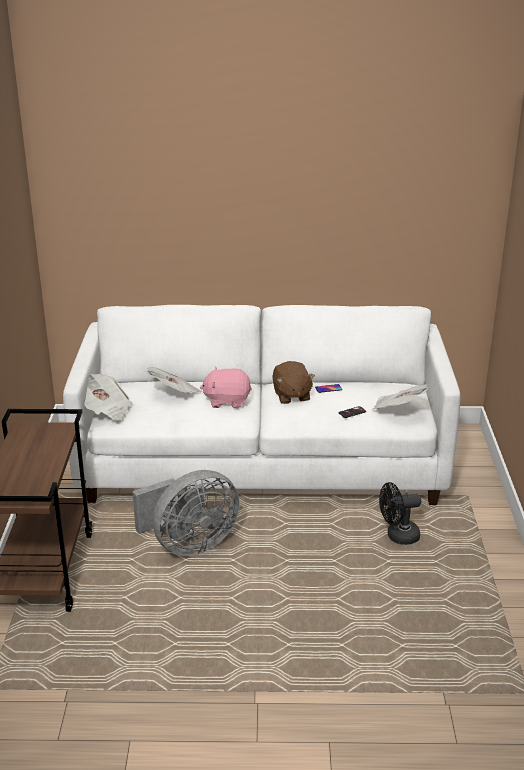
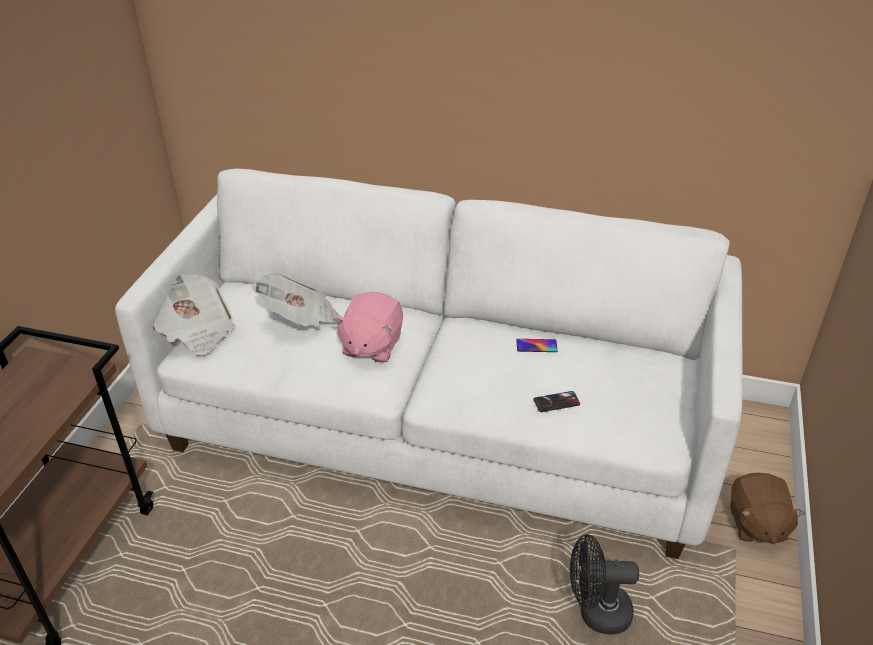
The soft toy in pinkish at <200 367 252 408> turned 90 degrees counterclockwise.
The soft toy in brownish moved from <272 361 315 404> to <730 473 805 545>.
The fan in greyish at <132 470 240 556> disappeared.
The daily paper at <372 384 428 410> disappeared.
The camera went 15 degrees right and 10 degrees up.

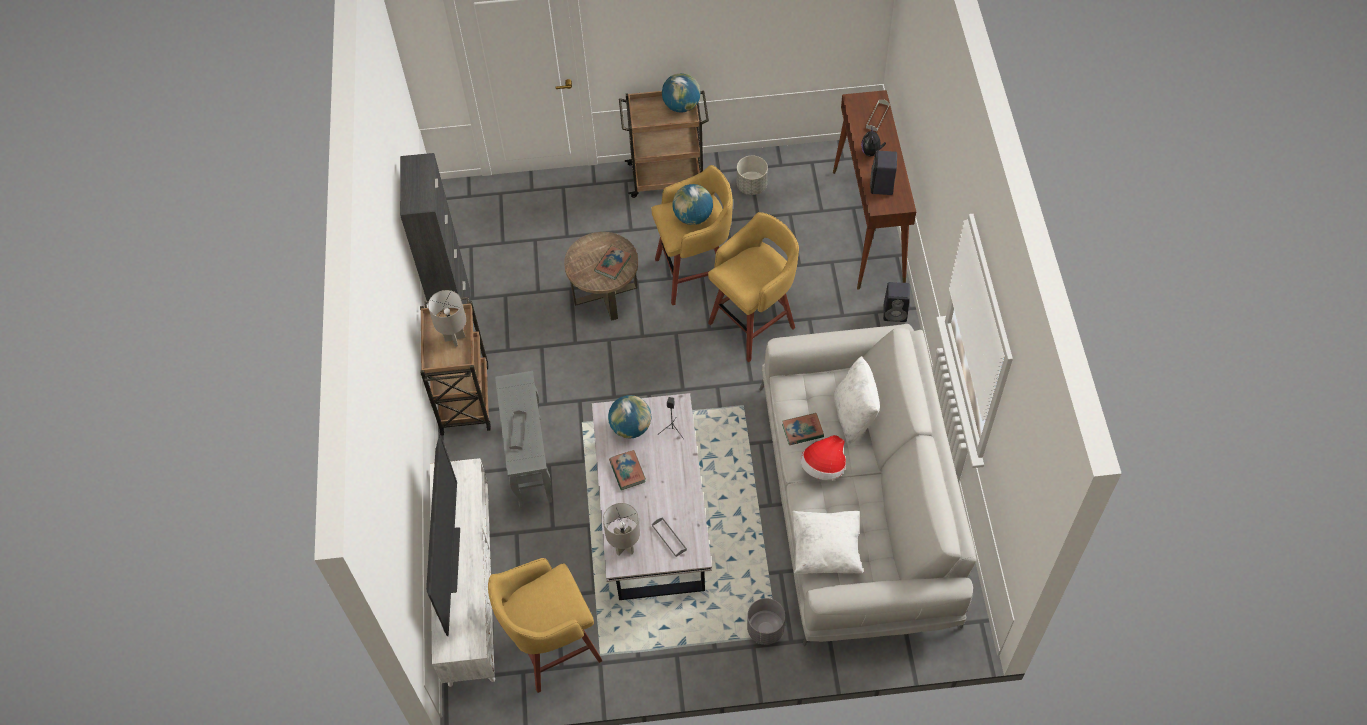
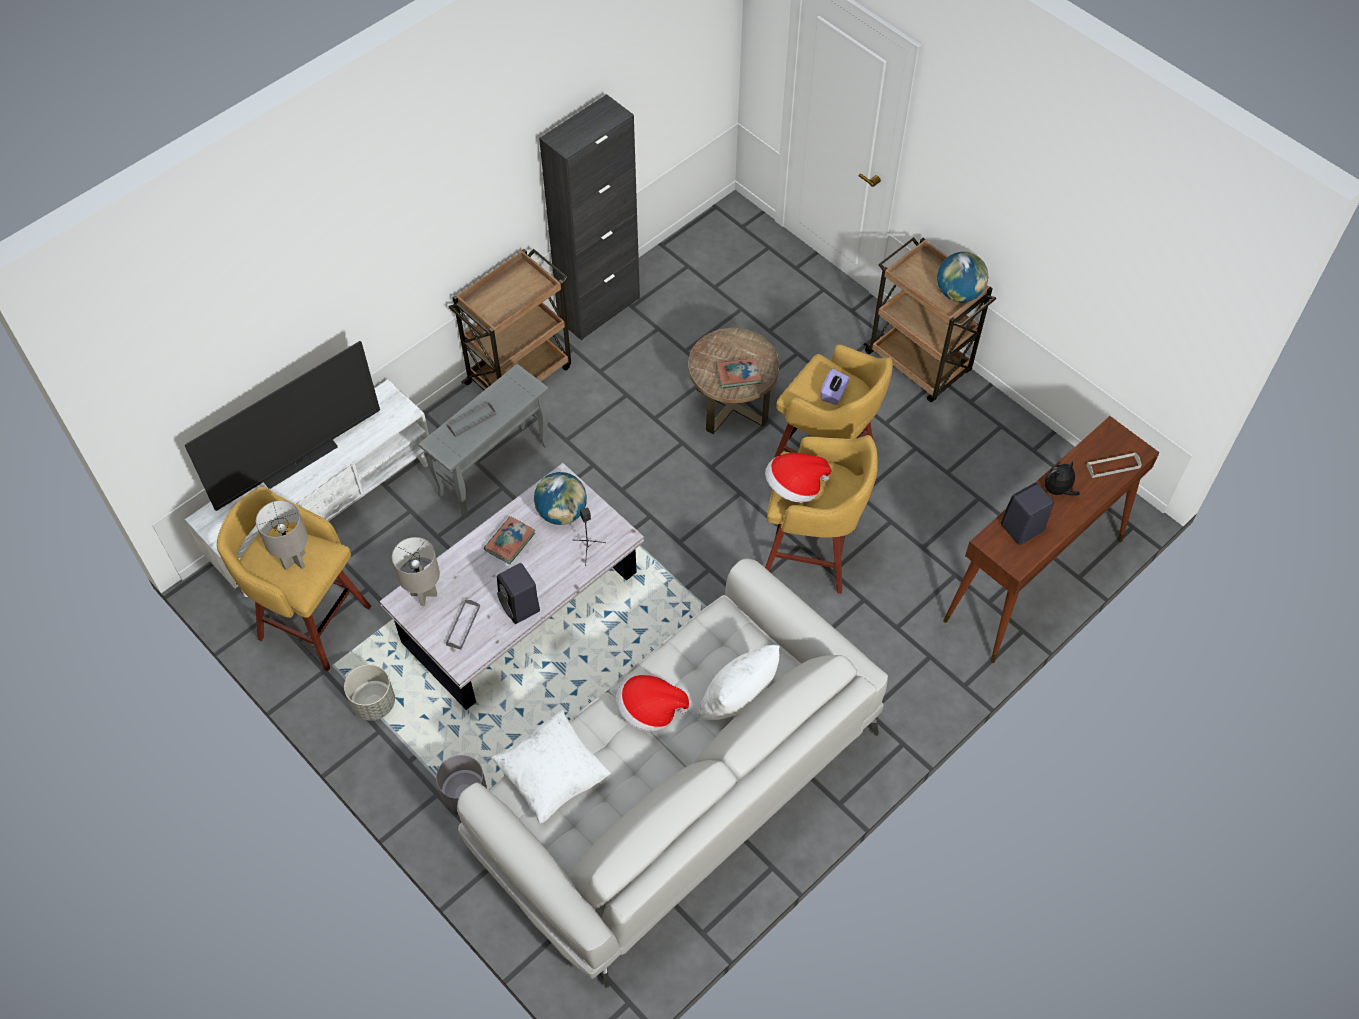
The lamp for a table in greyish moved from <428 290 466 347> to <256 500 308 571>.
The flower pot in greyish moved from <737 156 768 195> to <344 664 395 721>.
The speaker in black-coloured moved from <883 282 910 322> to <497 563 540 624>.
The clothing hat at <765 453 831 503> appeared.
The desk globe at <672 184 713 225> was replaced by the box of tissues in purple-coloured at <820 368 849 405>.
The bound book at <782 413 824 445> disappeared.
The camera went 50 degrees right and 0 degrees up.

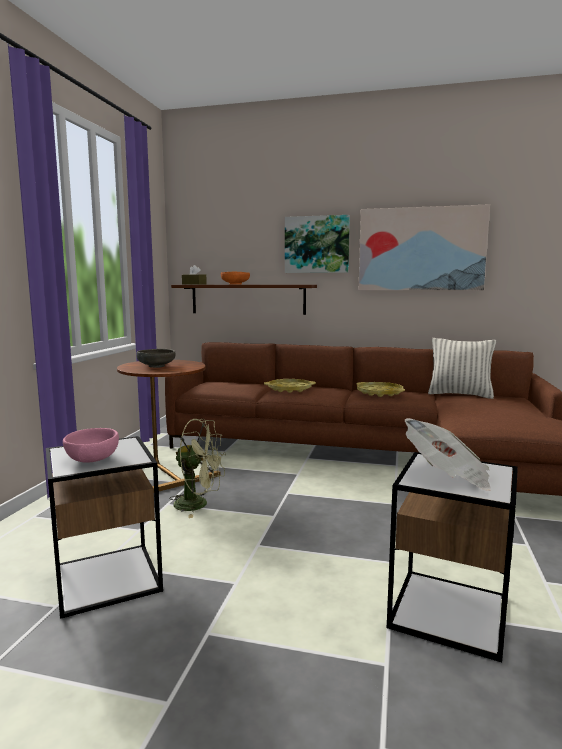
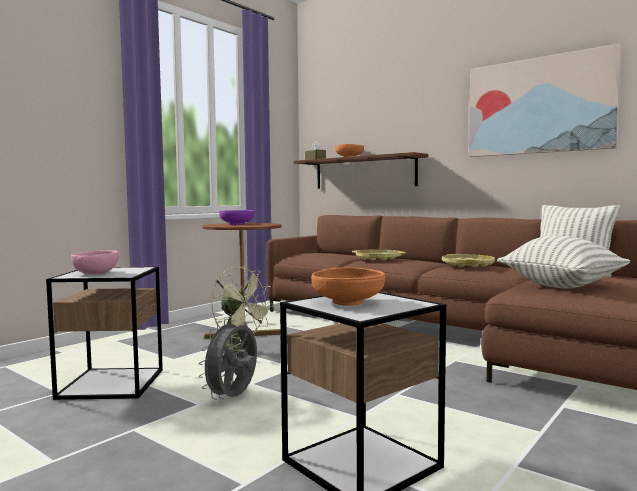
The fan in greyish at <198 318 257 400> appeared.
The bowl in greyish at <136 349 175 368> became the bowl in purple-coloured at <219 210 254 225>.
The daily paper at <405 418 491 491> was replaced by the bowl in orange at <311 267 385 306>.
The throw pillow at <497 236 630 288> appeared.
The wall art at <285 215 350 273> disappeared.
The camera went 25 degrees right and 5 degrees down.

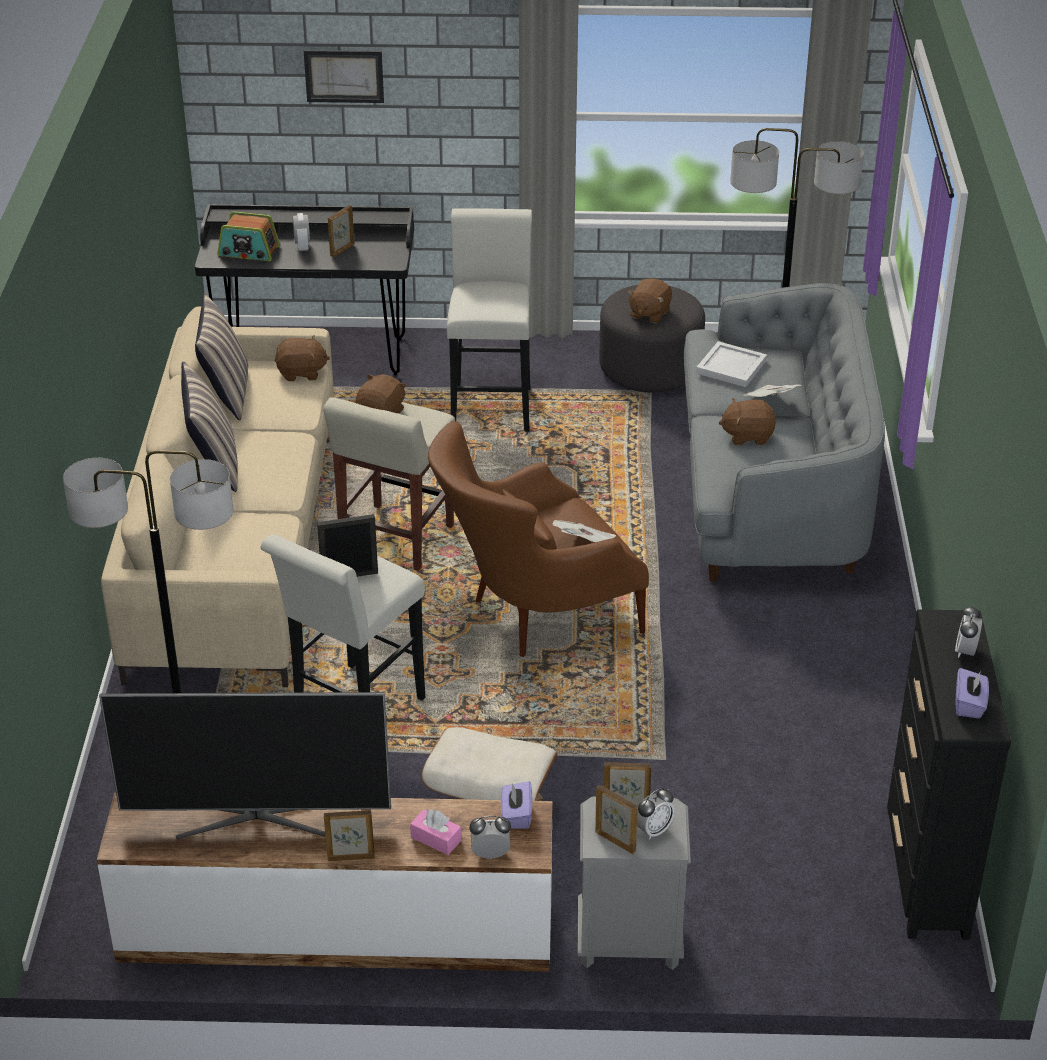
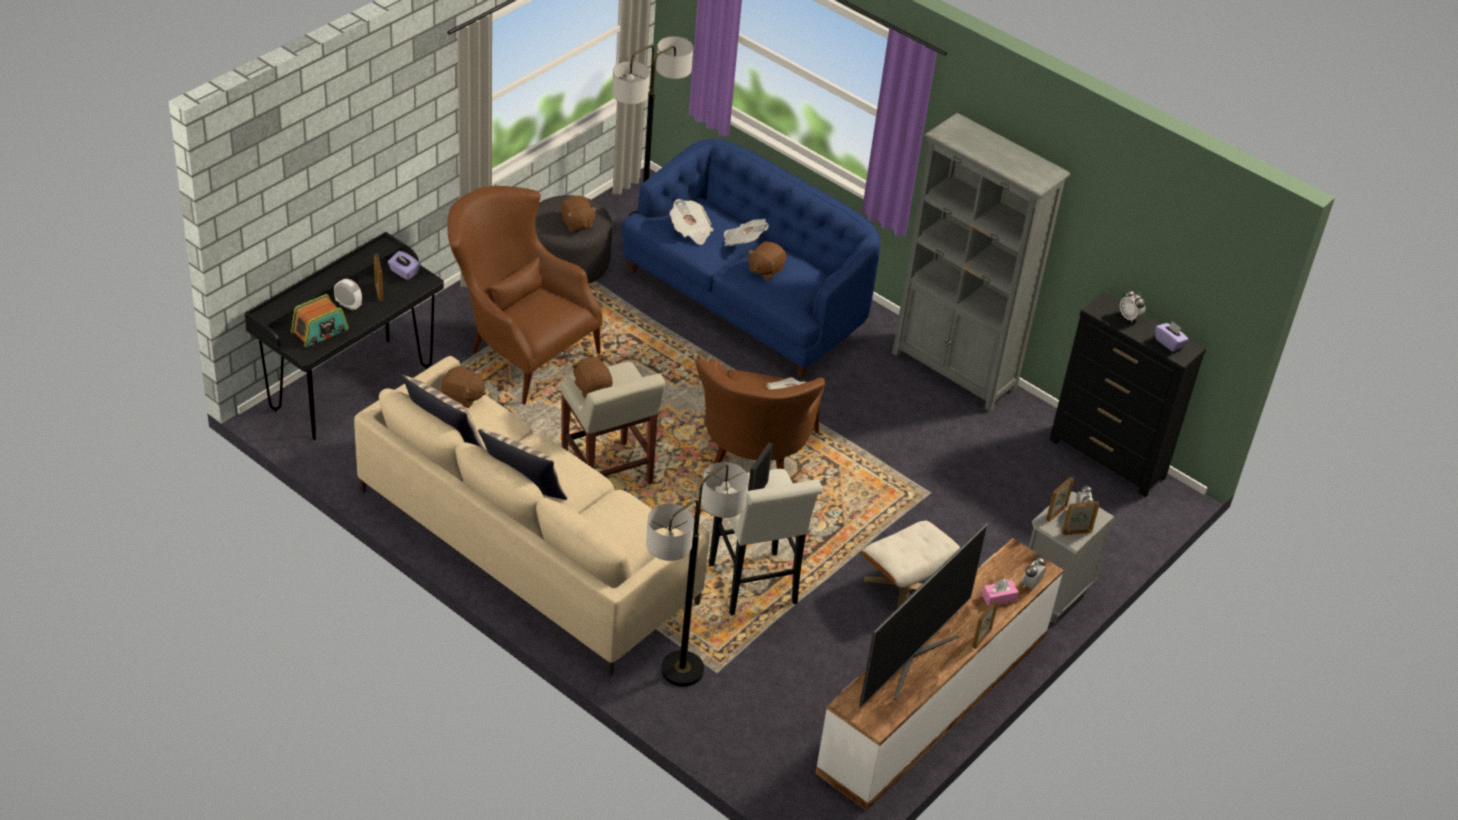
The box of tissues in purple-coloured moved from <501 781 532 829> to <388 251 420 280>.
The soft toy in brownish at <275 335 330 381> turned 75 degrees clockwise.
The sitting stool in white-coloured at <447 208 532 432> was replaced by the lounge chair in brownish at <447 186 602 404>.
The sofa in greyish at <684 283 885 581> became the sofa in bluish at <621 139 880 378>.
The serving tray in white-coloured at <696 341 767 387> was replaced by the daily paper at <670 199 714 245>.
The bookcase in greyish at <892 113 1070 412> appeared.
The wall art at <304 50 384 103> disappeared.
The camera went 55 degrees left and 5 degrees up.

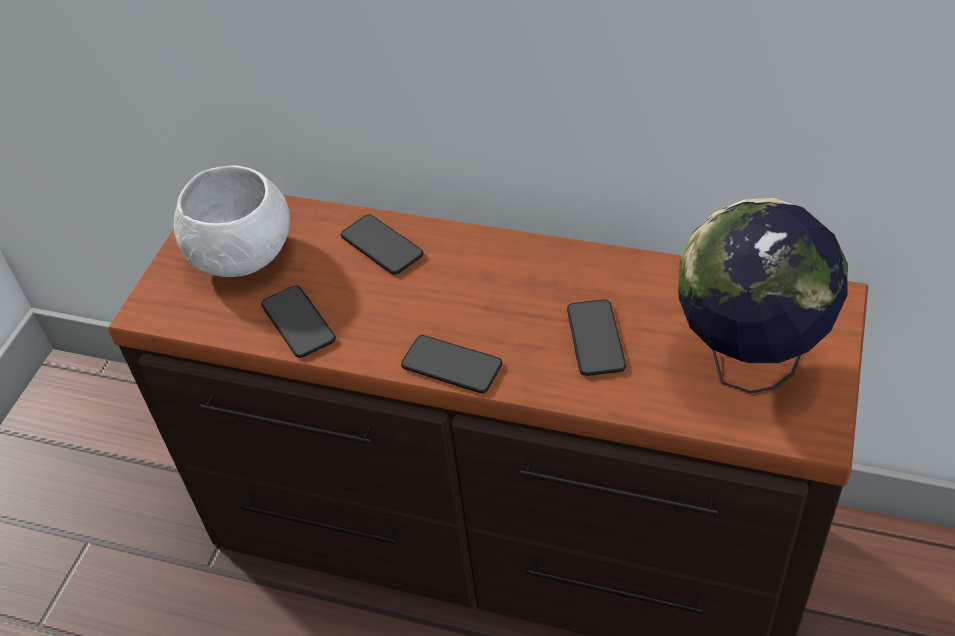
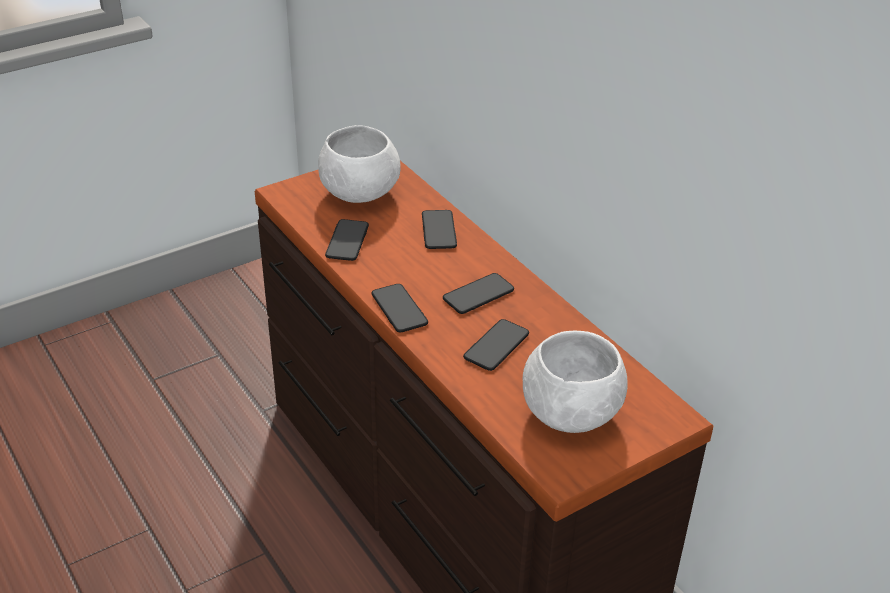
The handset at <443 273 514 314> appeared.
The desk globe at <678 198 848 394> was replaced by the bowl in white-coloured at <523 331 628 433>.
The camera went 35 degrees right and 10 degrees down.

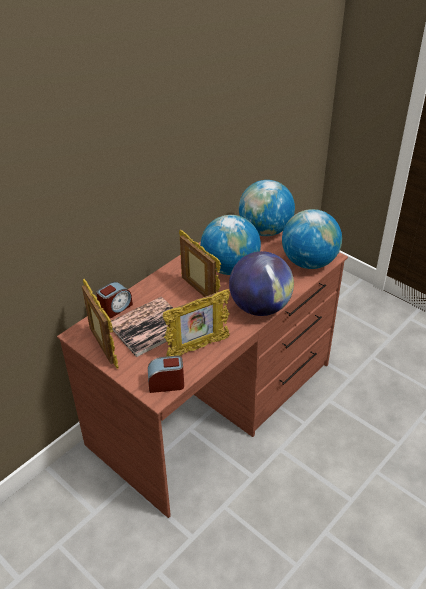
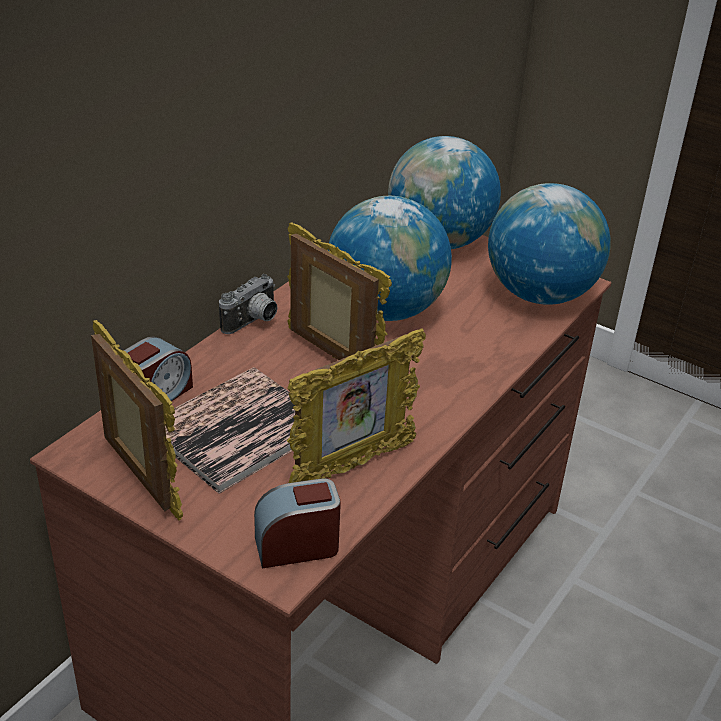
The still camera at <219 274 278 334> appeared.
The desk globe at <229 251 294 316> disappeared.
The camera went 10 degrees left and 5 degrees down.

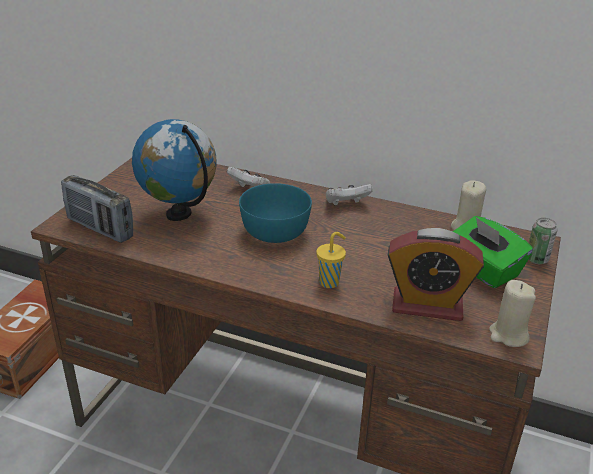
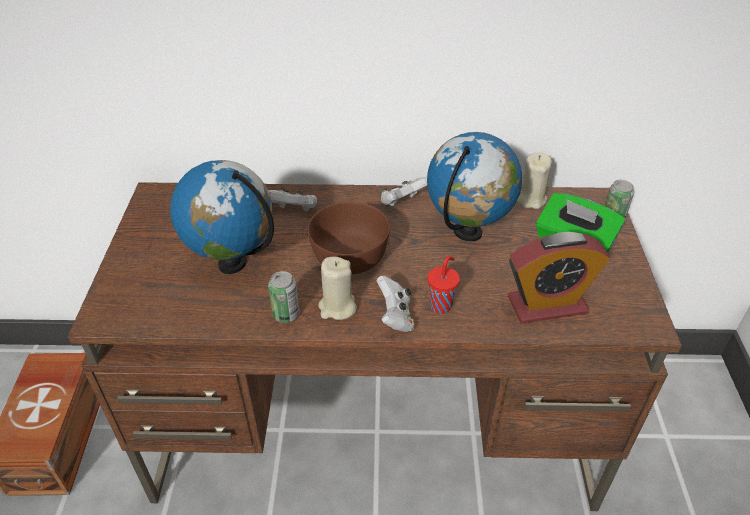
The metal can at <268 271 299 323> appeared.
The bowl in turquoise at <239 183 312 243> became the bowl in brownish at <308 202 390 274>.
The wax light in sand-coloured moved from <489 280 536 347> to <318 257 357 320>.
The joypad in white-coloured at <377 275 415 332> appeared.
The desk globe at <427 132 522 241> appeared.
The cup in yellow at <316 232 346 288> became the cup in red at <428 256 460 314>.
The radio set at <61 175 133 243> disappeared.
The camera went 20 degrees left and 10 degrees up.

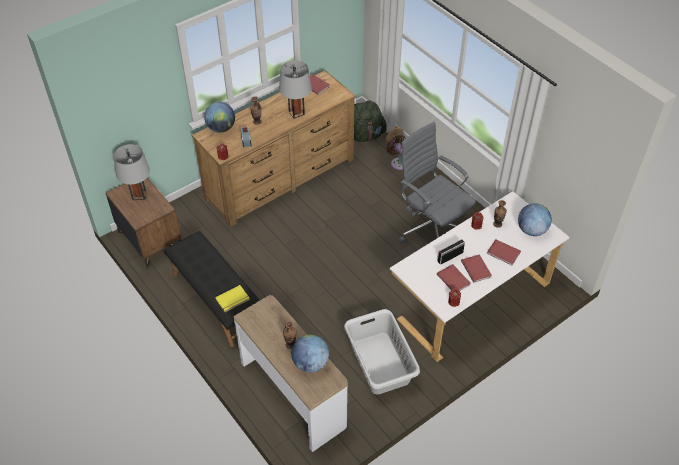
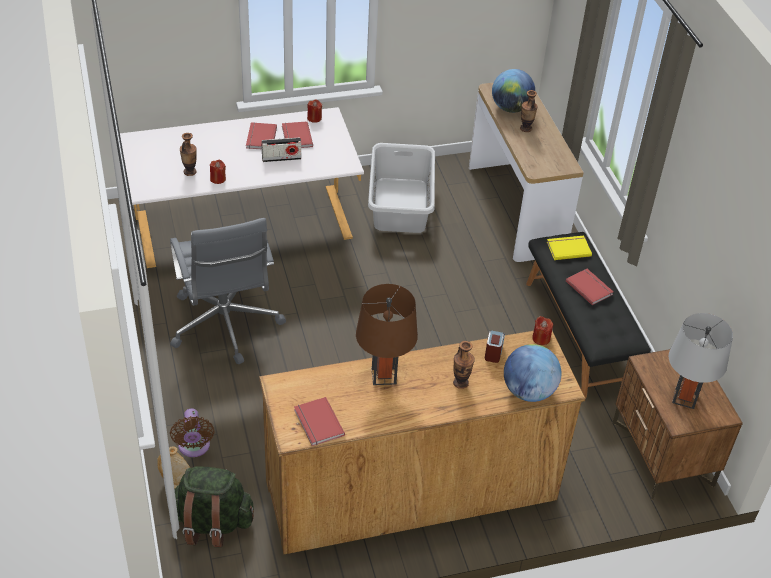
The lamp for a table in greyish at <279 60 312 119> became the lamp for a table in brownish at <356 284 418 385>.
The bound book in red moved from <487 239 521 265> to <566 269 613 305>.
The desk globe at <518 203 552 236> disappeared.
The camera went 160 degrees left and 5 degrees down.

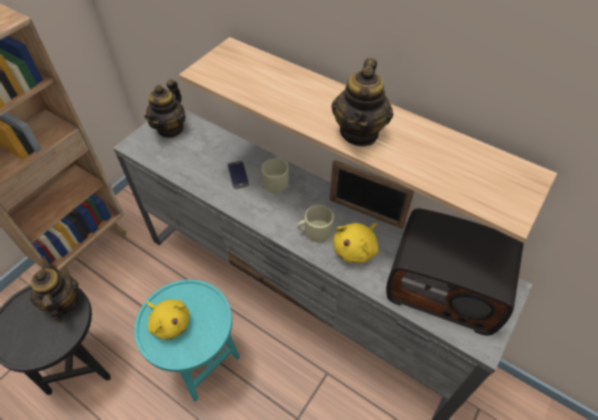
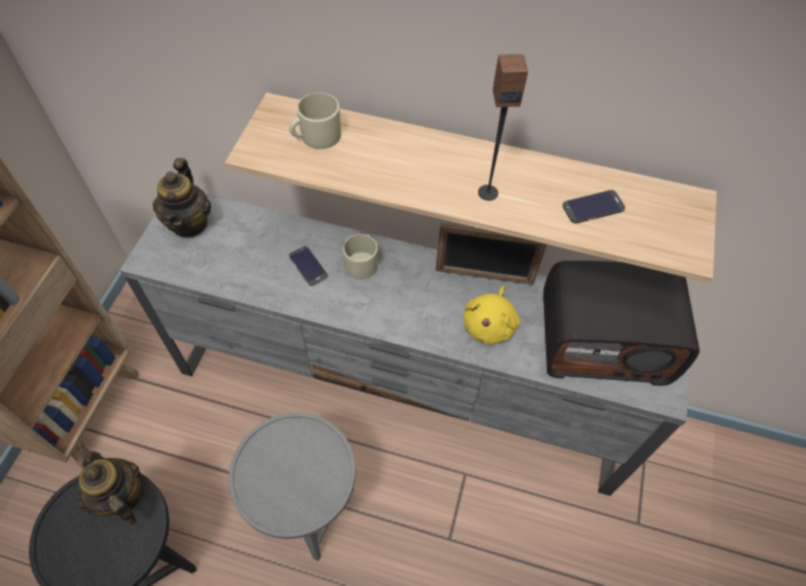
The side table in turquoise at <134 279 240 402> became the side table in greyish at <229 413 356 561>.
The coffee mug in sand-coloured moved from <297 205 334 242> to <289 93 341 149>.
The tea pot at <331 58 393 147> was replaced by the speaker at <478 54 528 201>.
The handset at <562 190 625 223> appeared.
The soft toy in yellow at <146 300 190 340> disappeared.
The camera went 20 degrees left and 5 degrees up.

